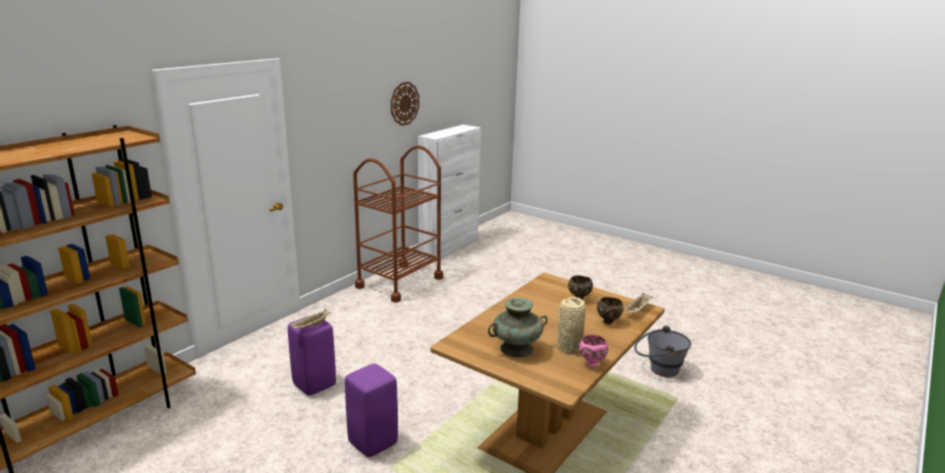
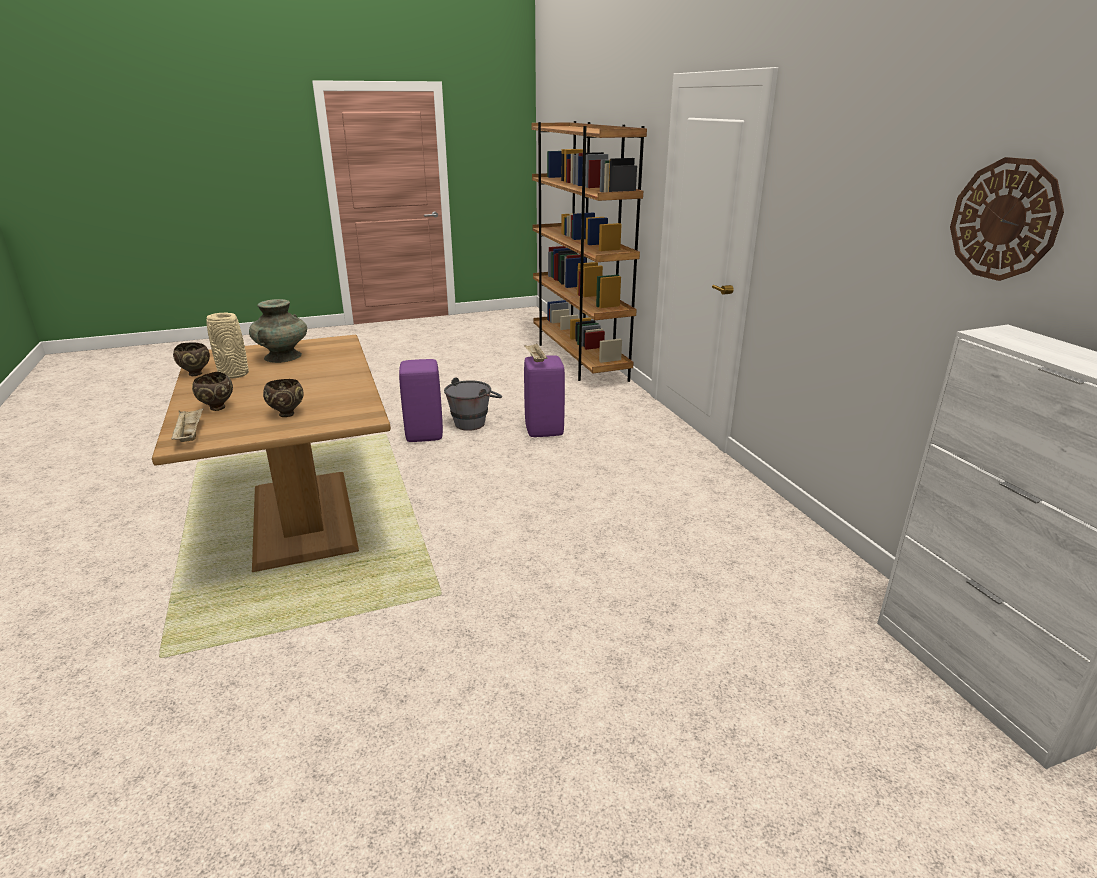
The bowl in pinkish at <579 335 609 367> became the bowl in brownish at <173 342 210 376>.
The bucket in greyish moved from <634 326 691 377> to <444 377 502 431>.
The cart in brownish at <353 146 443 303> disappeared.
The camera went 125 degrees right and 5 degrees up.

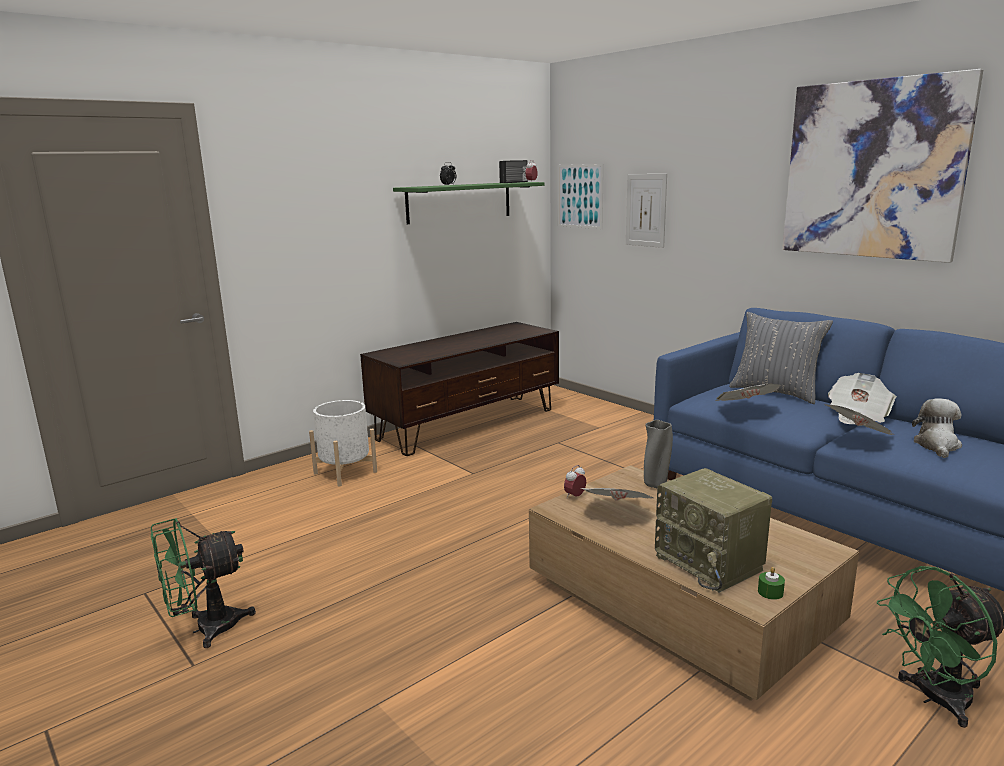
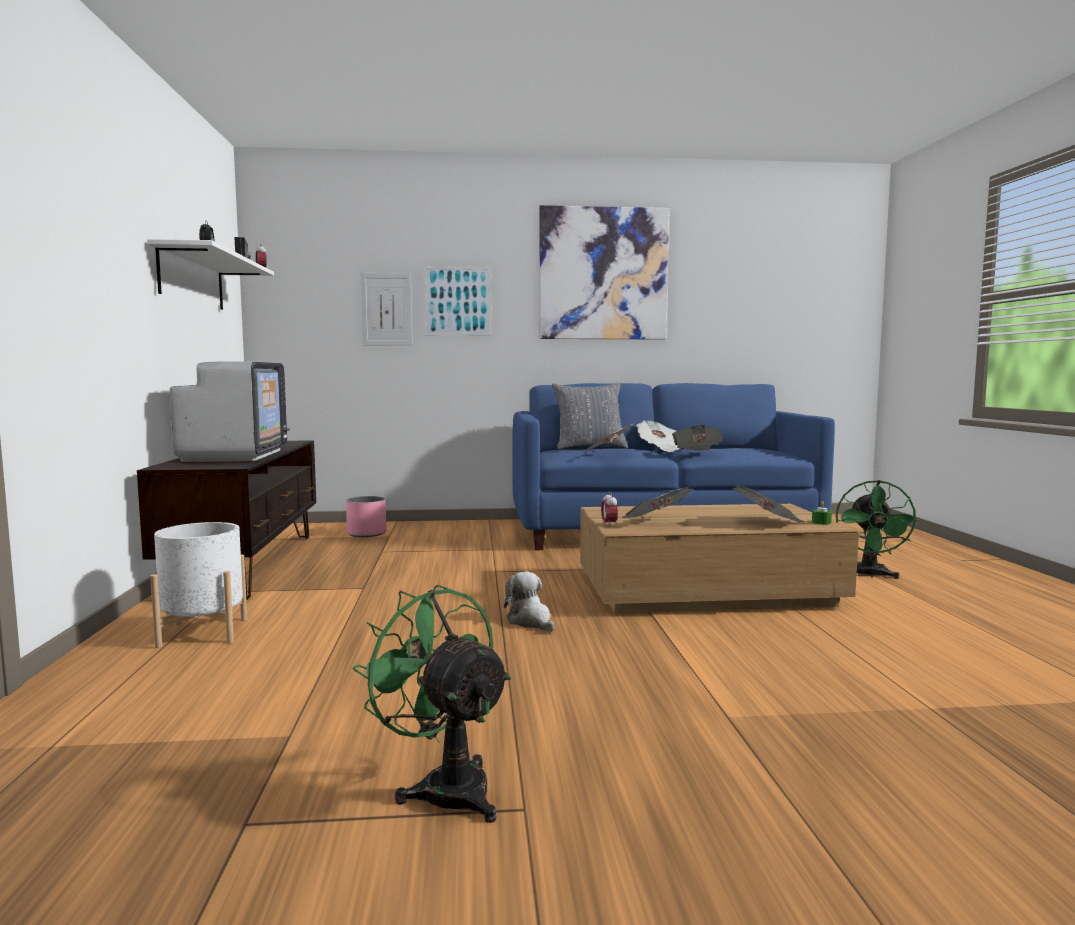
The wall shelf in green-coloured at <393 182 545 224> became the wall shelf in white-coloured at <147 239 274 310>.
The TV set at <170 362 290 462> appeared.
The flower pot in pinkish at <346 496 387 537> appeared.
The fan in green-coloured at <151 518 256 648> turned 135 degrees clockwise.
The wall art moved from <558 164 604 229> to <423 266 492 335>.
The soft toy moved from <912 398 962 458> to <504 571 554 632>.
The radio set at <655 468 772 593> was replaced by the daily paper at <732 486 805 522>.
The flower vase in greyish at <644 420 673 488> disappeared.
The camera went 55 degrees left and 10 degrees down.

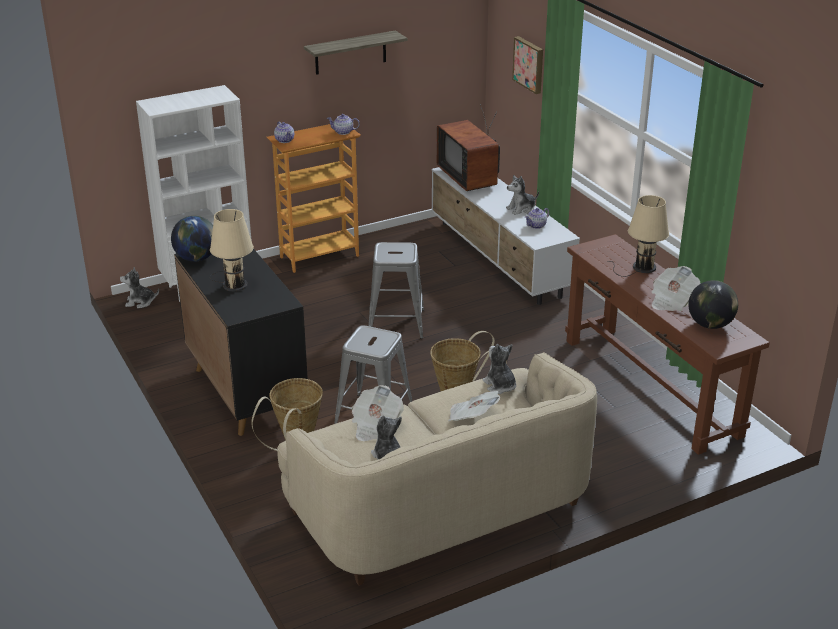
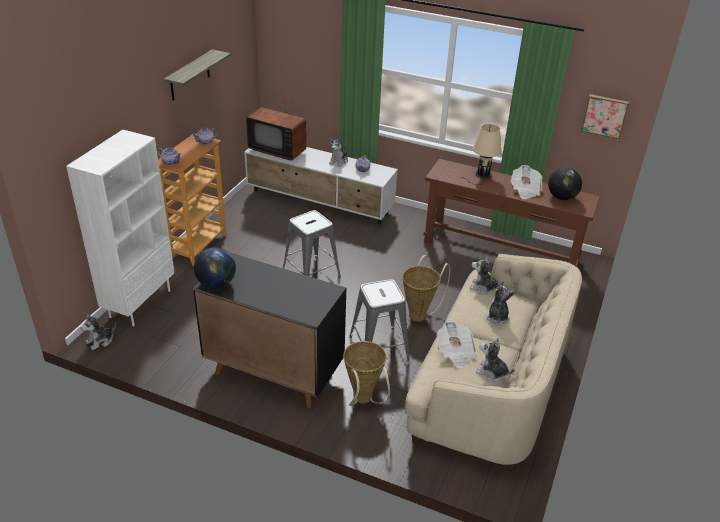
The daily paper at <448 391 500 421> was replaced by the soft toy at <486 285 515 324>.
The wall art moved from <512 36 543 94> to <581 94 630 139>.
The lamp for a table in sand-coloured at <210 209 254 292> disappeared.
The camera went 40 degrees left and 5 degrees up.

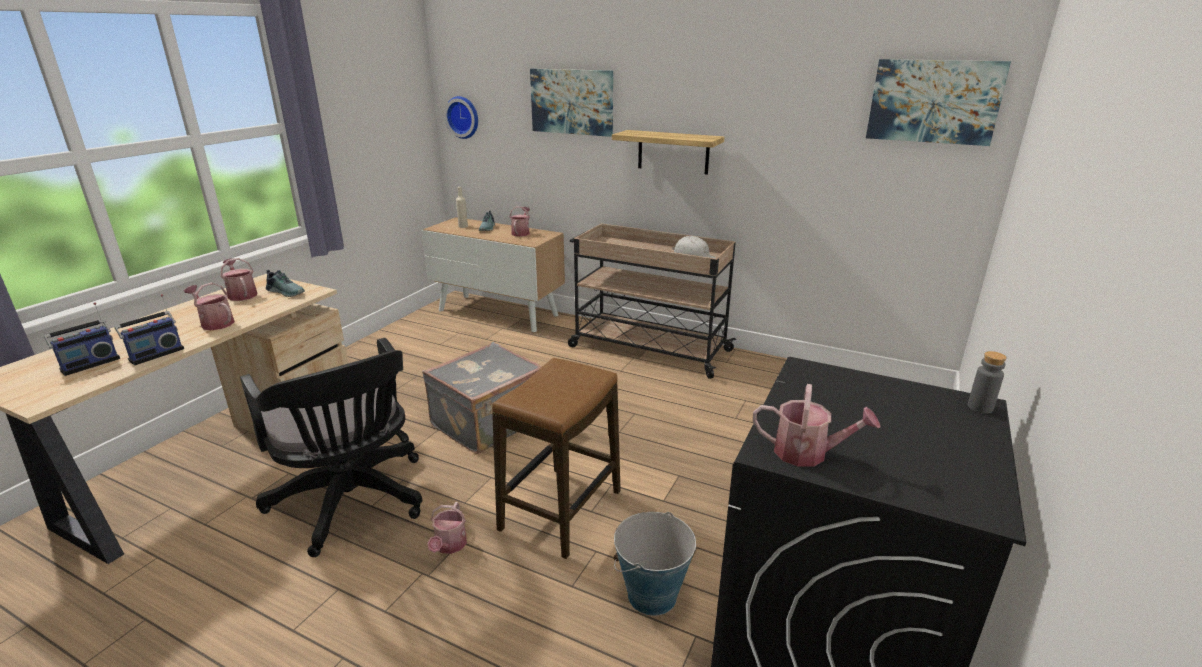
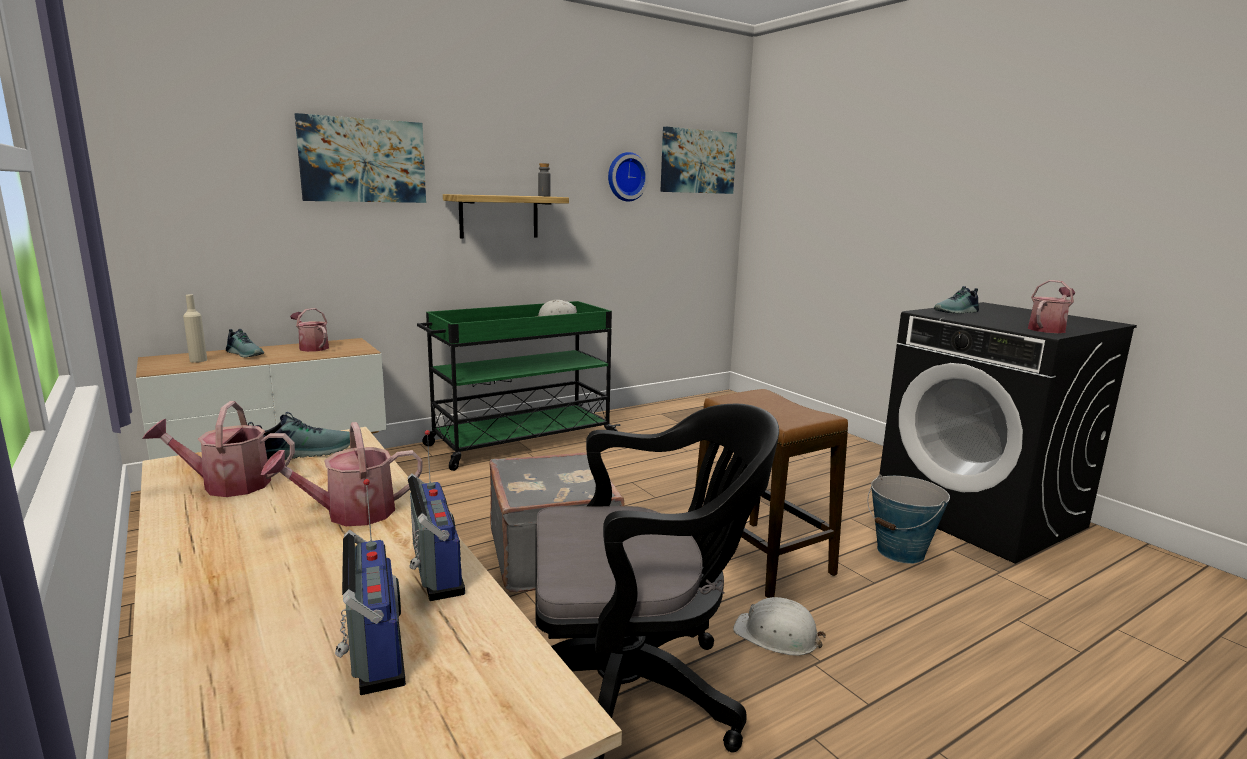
The cart in sand-coloured at <568 223 736 379> became the cart in green-coloured at <417 301 621 471>.
The bottle in greyish moved from <968 351 1007 414> to <538 163 551 196>.
The hanging clock moved from <444 96 478 139> to <608 152 649 202>.
The watering can at <427 502 467 554> was replaced by the safety helmet in white-coloured at <733 597 826 656>.
The item of footwear at <934 286 979 314> appeared.
The camera went 60 degrees left and 10 degrees down.

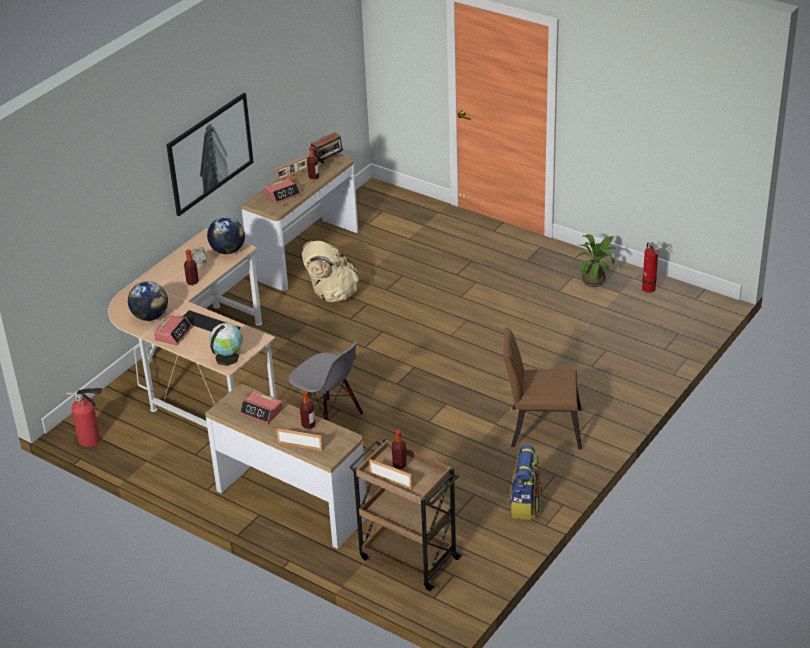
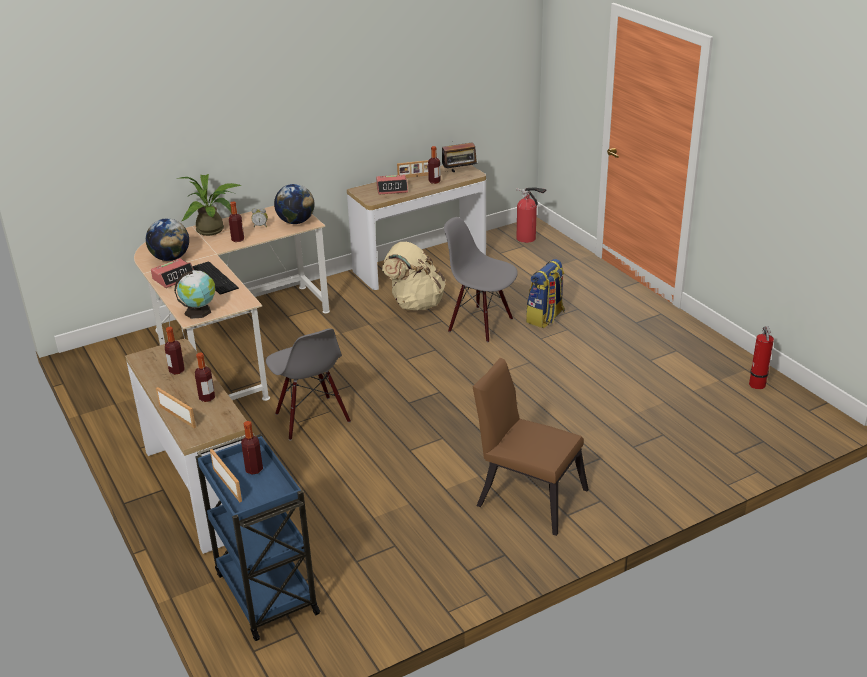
The table clock at <240 391 283 424> was replaced by the bottle at <165 327 184 375>.
The houseplant moved from <575 234 615 287> to <178 174 242 236>.
The cart in brownish at <349 438 462 591> became the cart in bluish at <195 433 321 641>.
The upright chair in greyish at <444 217 518 342> appeared.
The extinguisher moved from <66 388 102 447> to <516 187 547 243>.
The rucksack moved from <509 445 542 520> to <526 259 565 328>.
The wall art at <166 93 254 216> disappeared.
The camera went 25 degrees right and 5 degrees down.

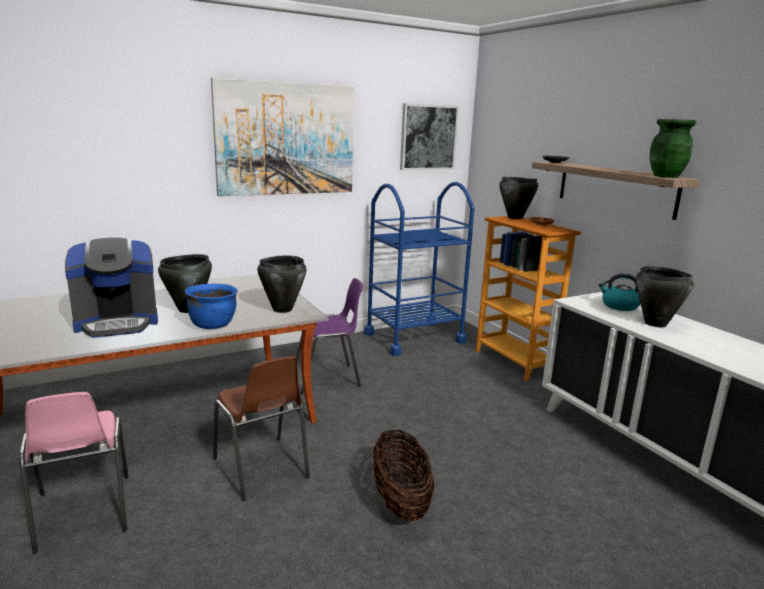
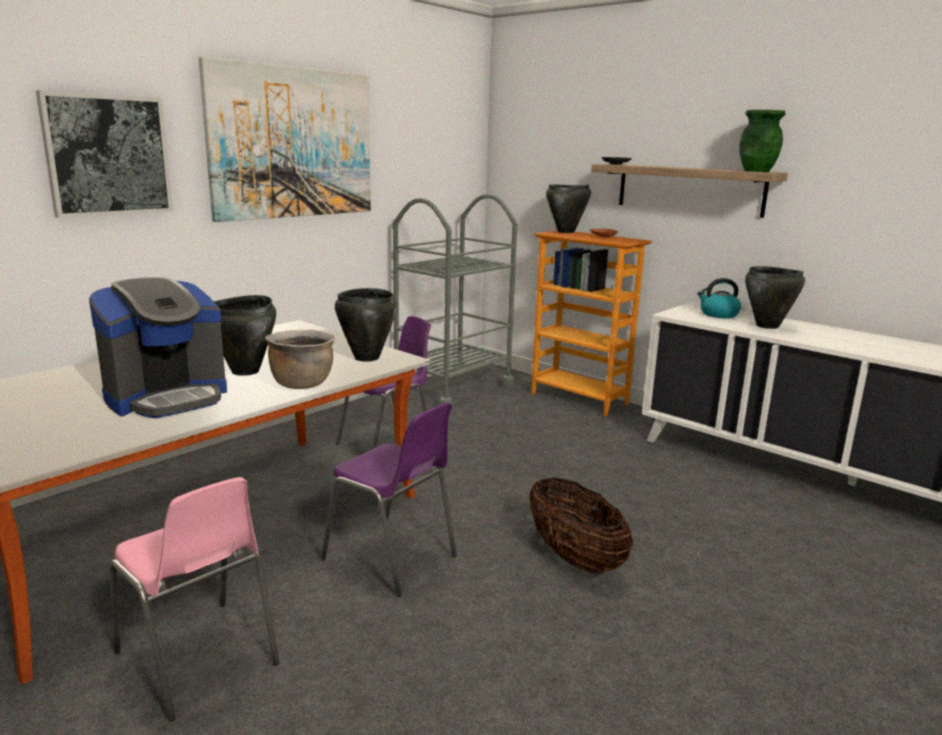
The wall art moved from <400 103 459 170> to <36 90 173 218>.
The saucepot in bluish at <185 284 238 329> became the saucepot in brownish at <265 329 335 389>.
The upright chair in brownish at <213 356 310 501> became the upright chair in purple-coloured at <321 403 457 597>.
The cart in bluish at <364 182 475 356> became the cart in greyish at <393 194 517 411>.
The camera went 20 degrees left and 0 degrees up.

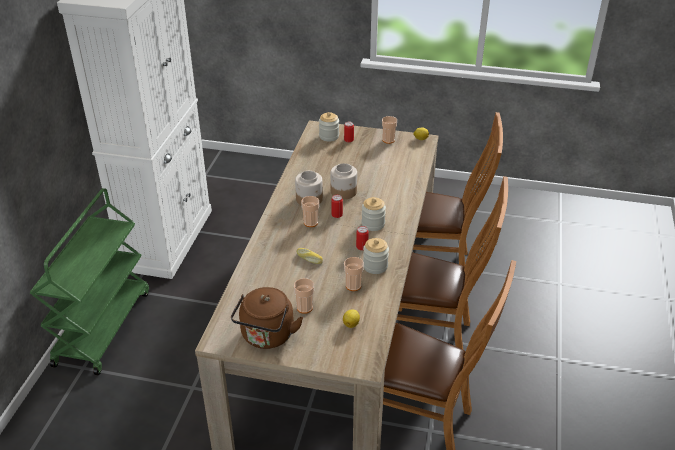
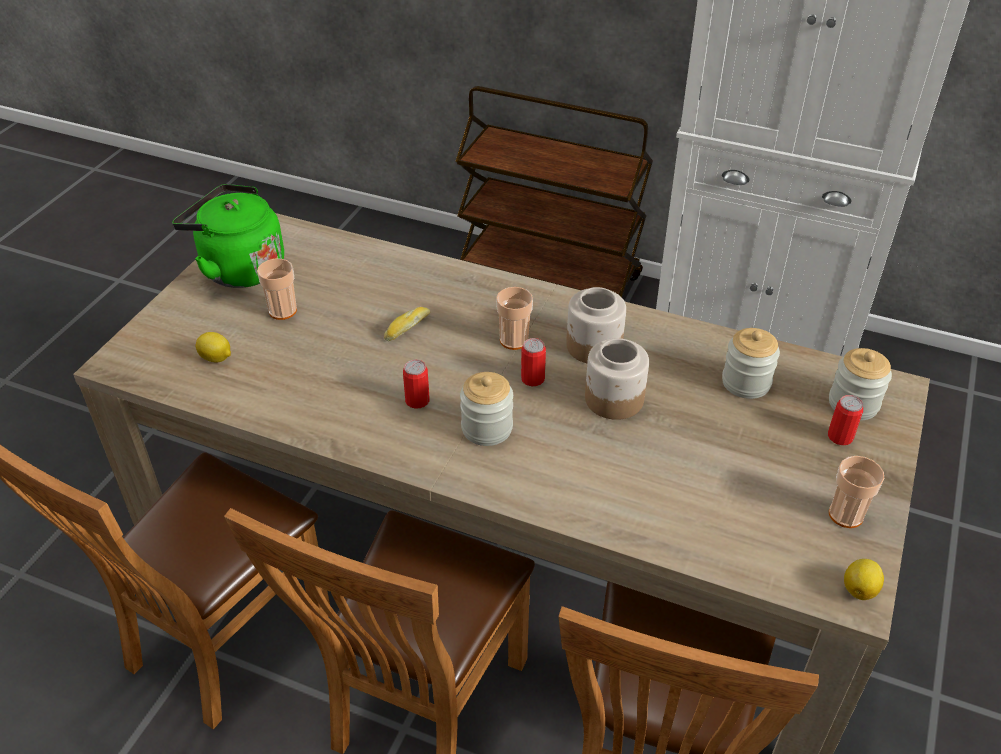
The kettle in brownish at <231 287 303 349> became the kettle in green-coloured at <172 184 284 288>.
The cart in green-coloured at <30 188 149 375> became the cart in brownish at <455 86 653 297>.
The storage jar moved from <363 238 389 274> to <722 328 780 399>.
The cup at <344 257 364 291> disappeared.
The camera went 100 degrees right and 5 degrees up.

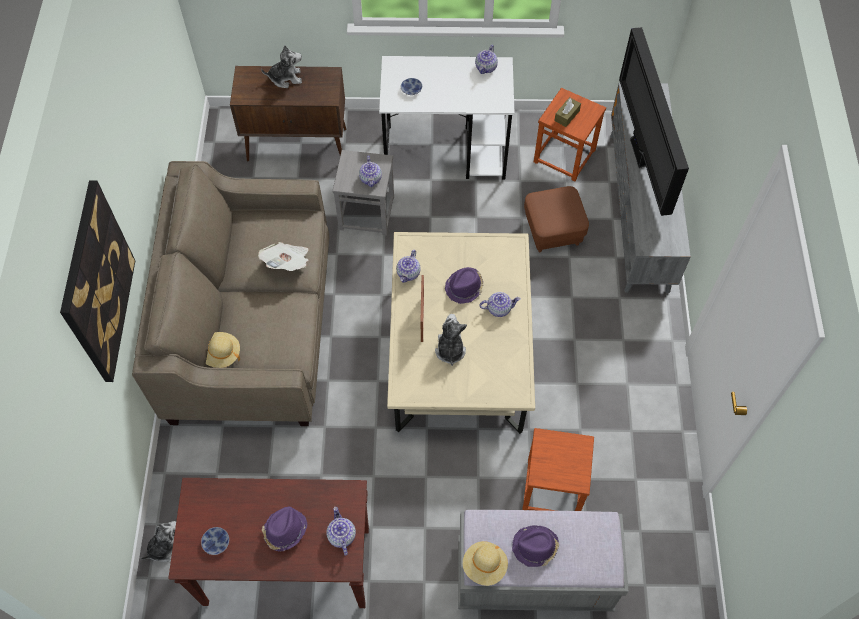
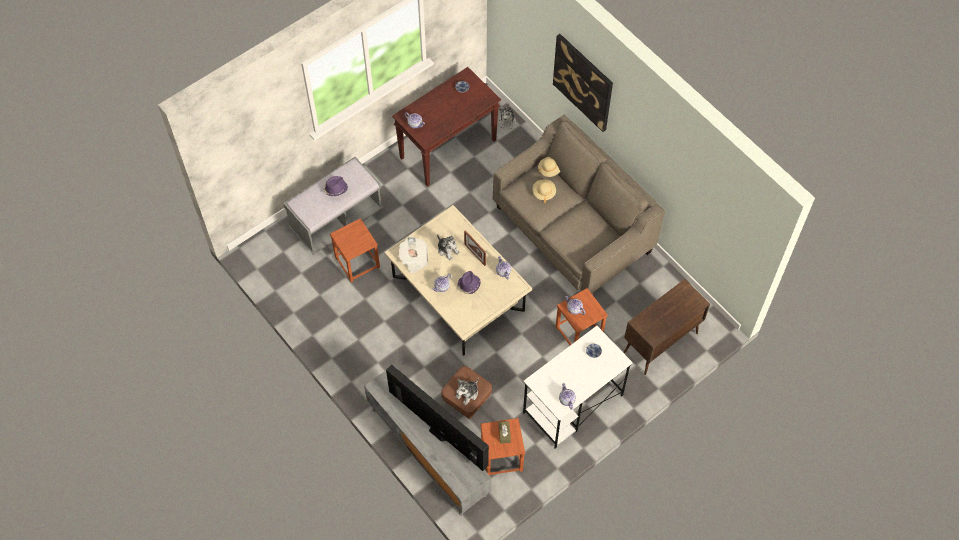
The daily paper moved from <258 242 309 271> to <398 236 429 274>.
The soft toy moved from <261 45 302 88> to <455 378 478 405>.
The clothing hat in sand-coloured moved from <463 541 508 586> to <532 179 556 203>.
The sitting stool in greyish at <332 150 394 236> became the sitting stool in brownish at <555 288 608 345>.
The clothing hat in purple-coloured at <262 507 307 551> disappeared.
The camera went 140 degrees right and 0 degrees up.

